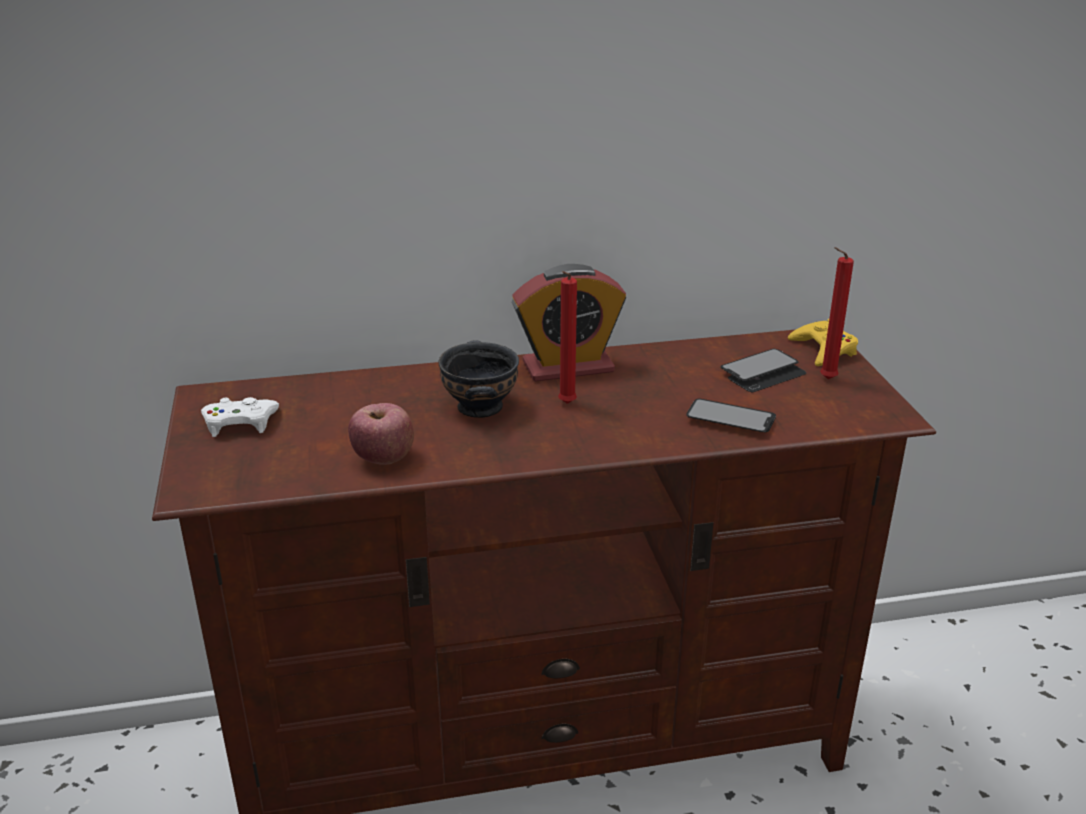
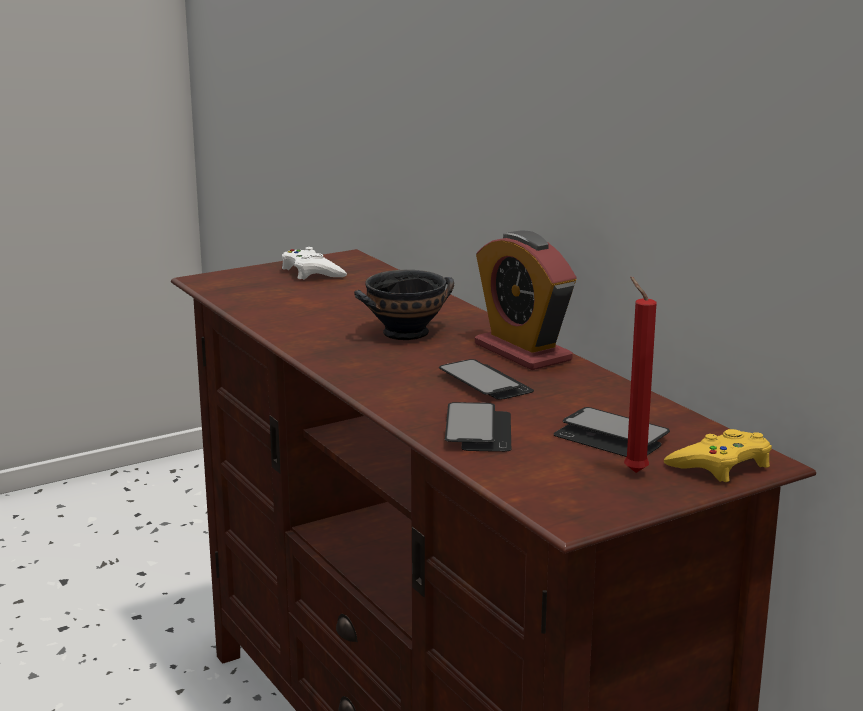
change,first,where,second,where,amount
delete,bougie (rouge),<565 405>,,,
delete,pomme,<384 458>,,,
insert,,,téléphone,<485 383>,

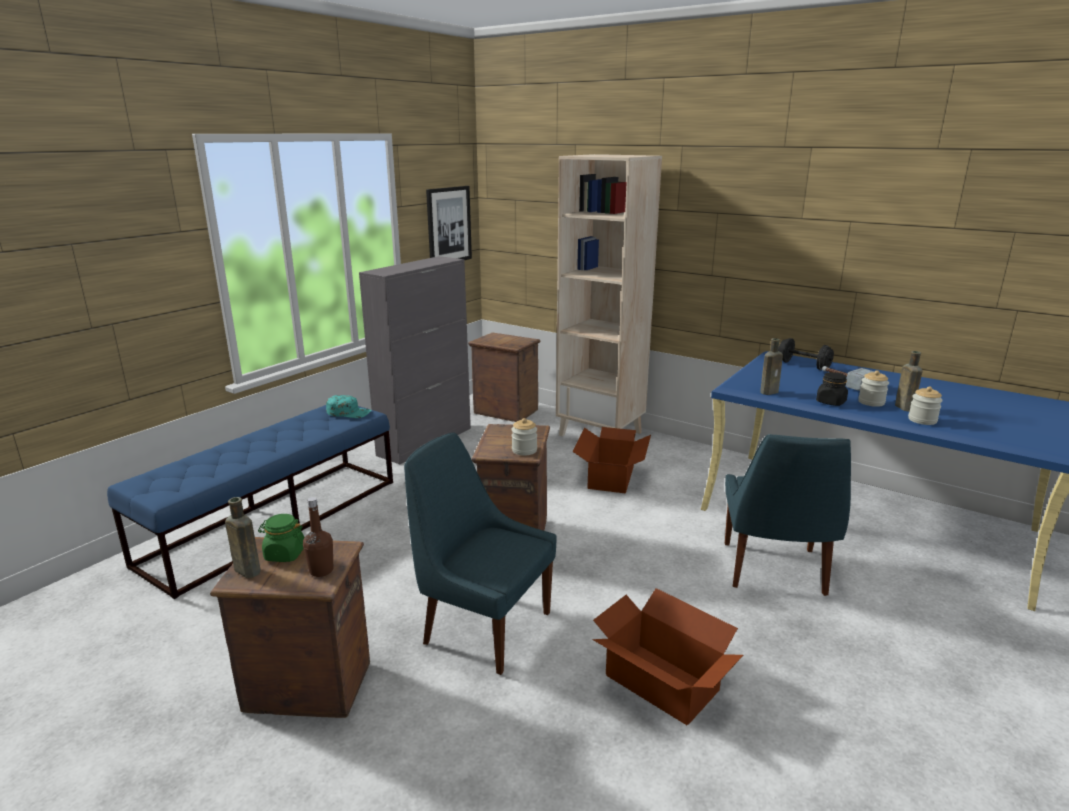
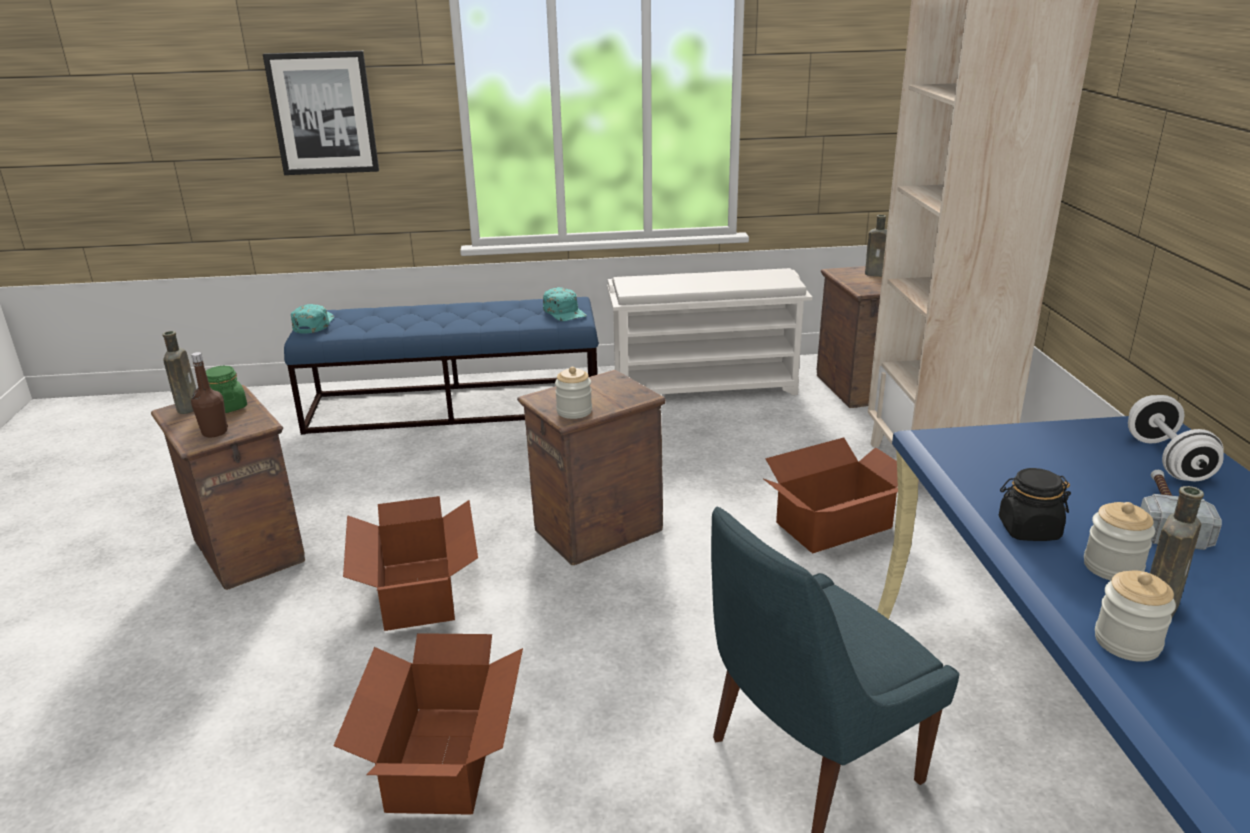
change,first,where,second,where,amount
move,tableau,<448 225>,,<323 113>,
replace,meuble de rangement (gris),<426 441>,étagère à chaussures (blanc),<706 387>,
move,bouteille (marron),<770 392>,,<877 274>,
recolor,haltère (noir),<803 365>,haltère (blanc),<1167 460>,
replace,chaise (bleu),<483 626>,carton,<419 592>,
insert,,,casquette (turquoise),<313 324>,

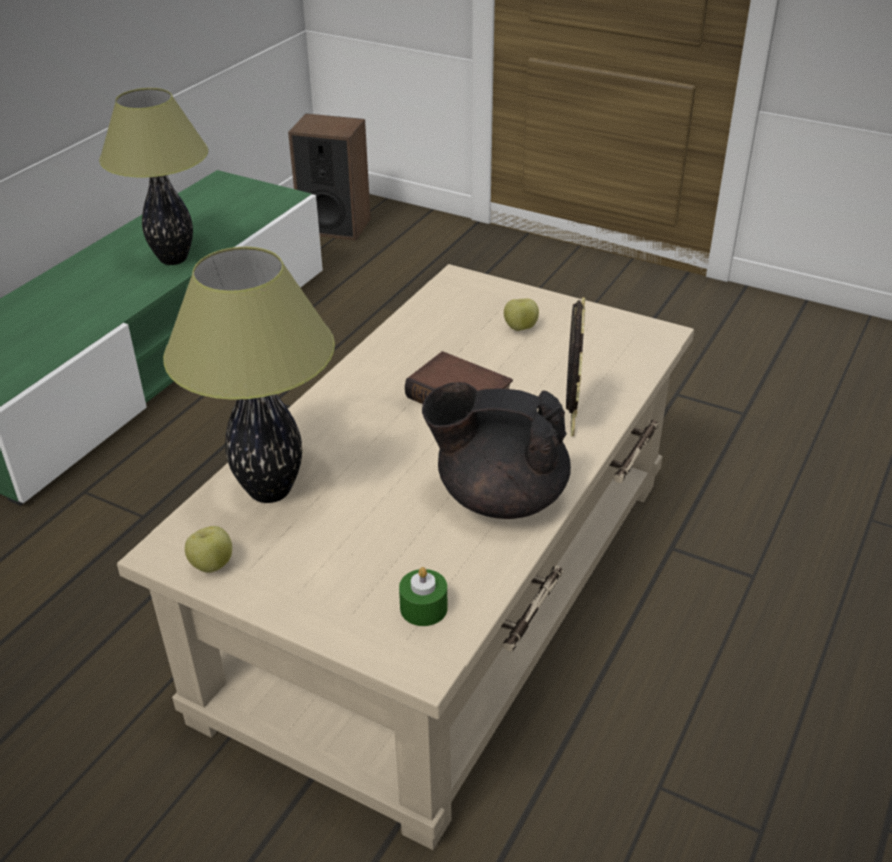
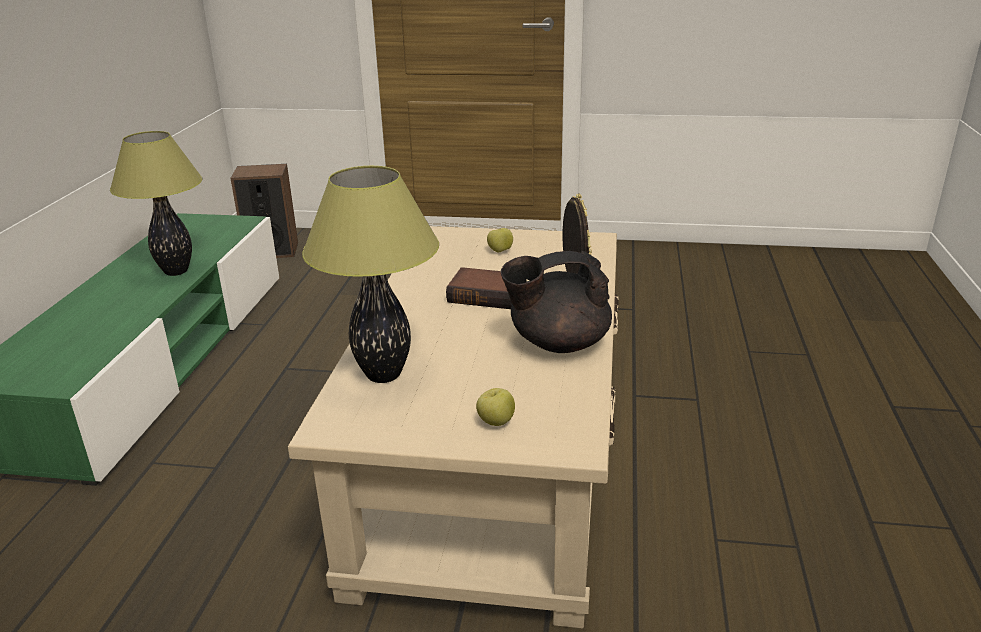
change,first,where,second,where,amount
move,pomme,<212 565>,,<495 422>,
delete,bougie (vert),<423 608>,,,

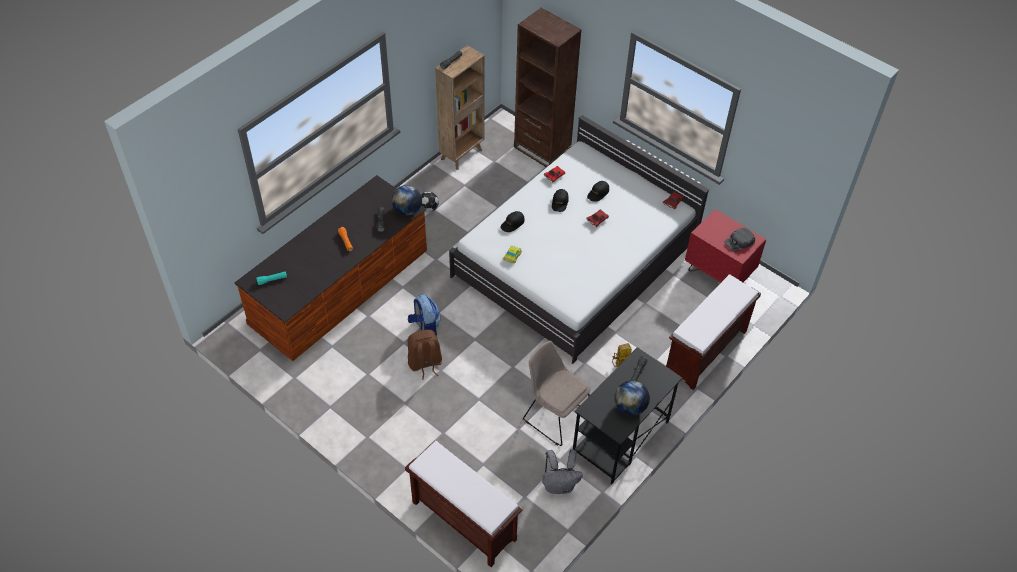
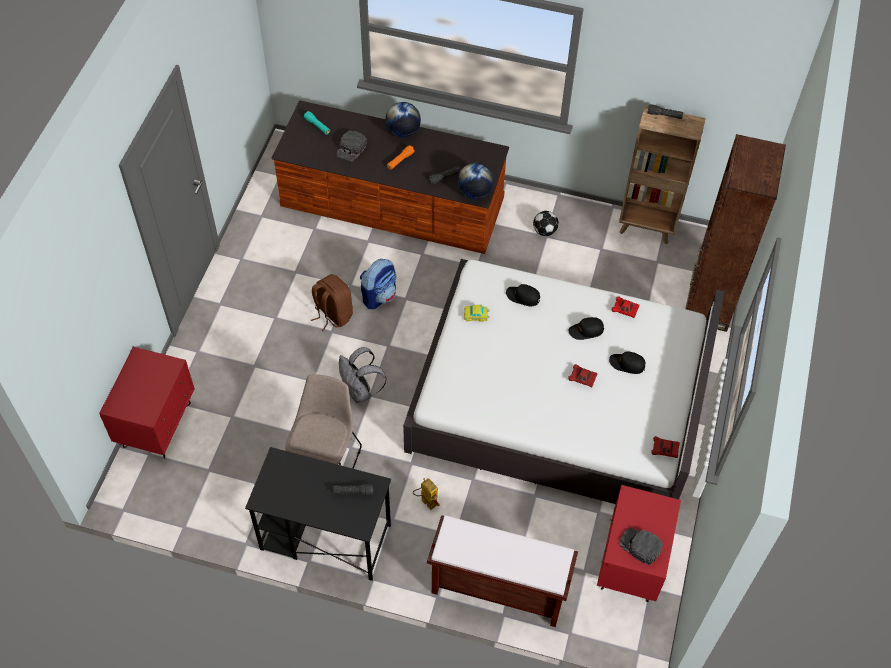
change,first,where,second,where,amount
move,globe,<630 407>,,<403 132>,
replace,banc (marron),<462 520>,table de chevet (rouge),<157 425>,
move,sac à dos (gris),<559 485>,,<360 391>,
insert,,,casquette (noir),<351 148>,

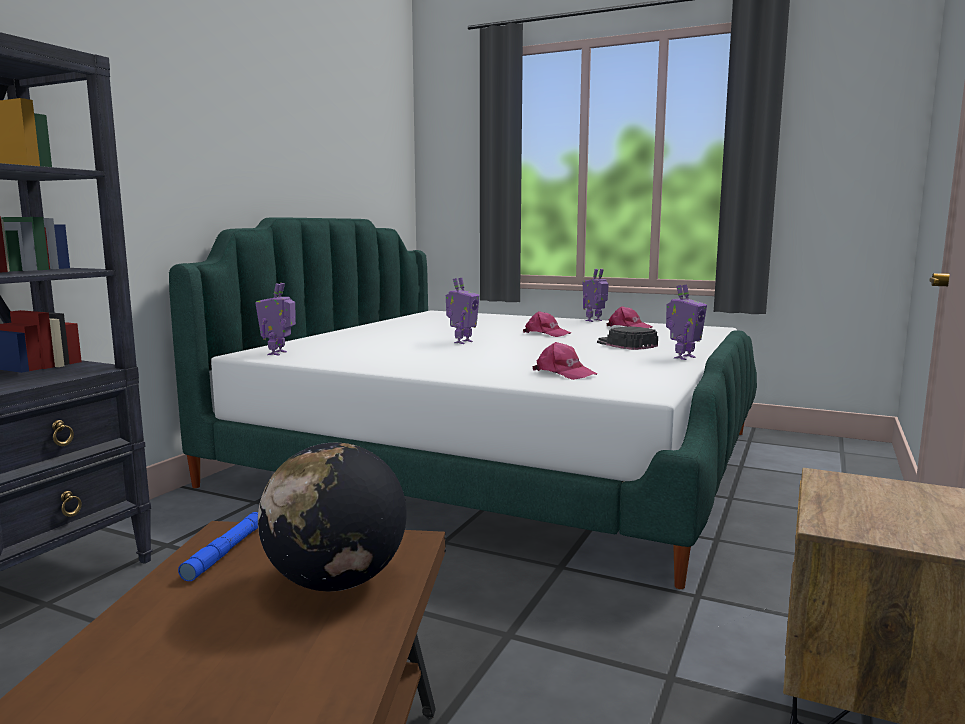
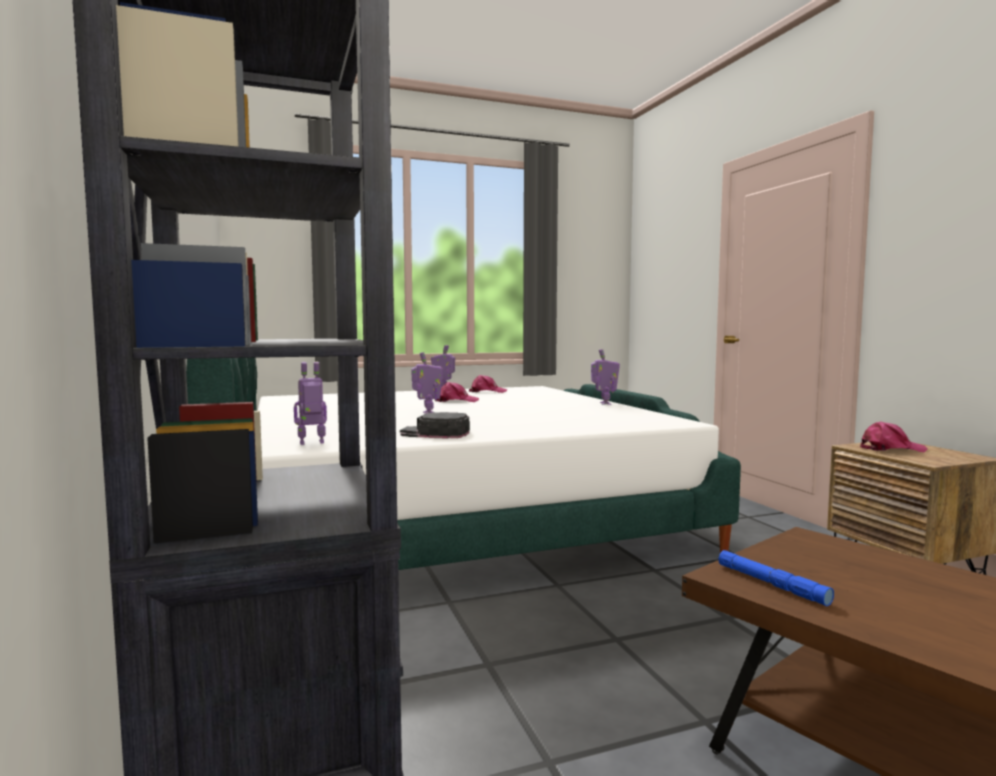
change,first,where,second,where,amount
rotate,robot jouet,<278 353>,,<312 443>,105 degrees clockwise
move,casquette (noir),<626 344>,,<435 433>,
move,casquette (rose),<564 373>,,<890 449>,
delete,globe,<335 582>,,,

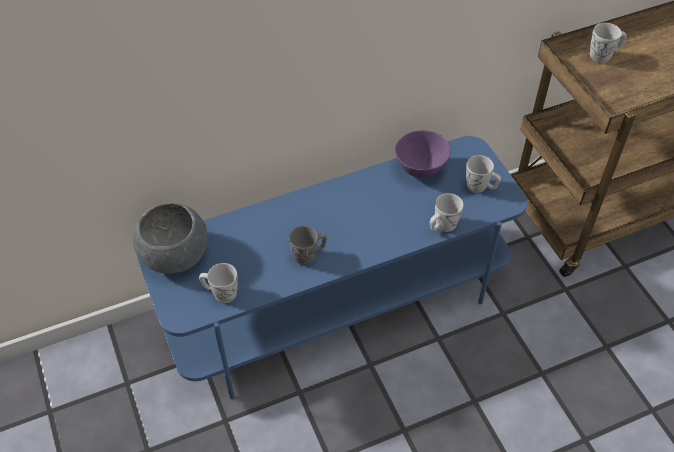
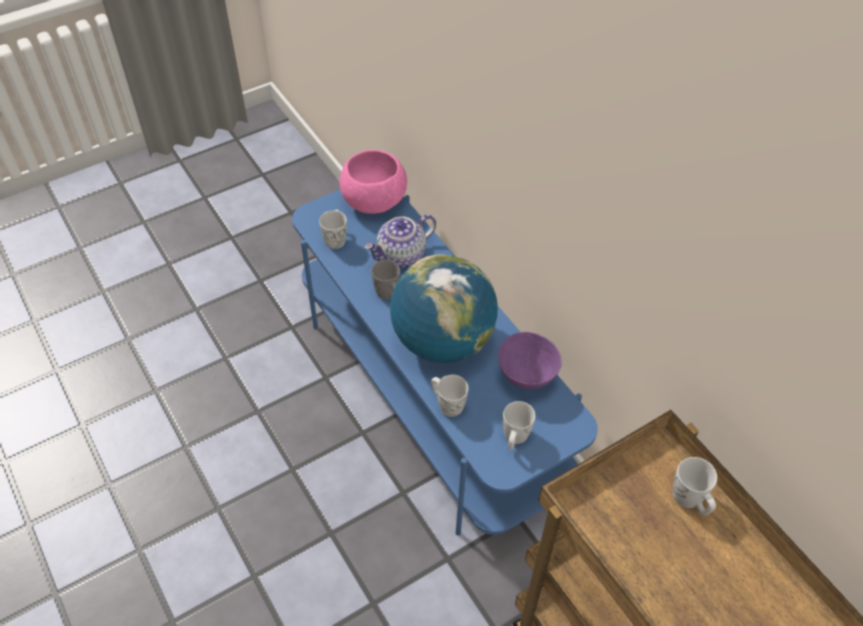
change,first,where,second,where,amount
recolor,bol (gris),<174 255>,bol (rose),<374 200>,
insert,,,théière,<401 255>,
insert,,,globe,<442 341>,

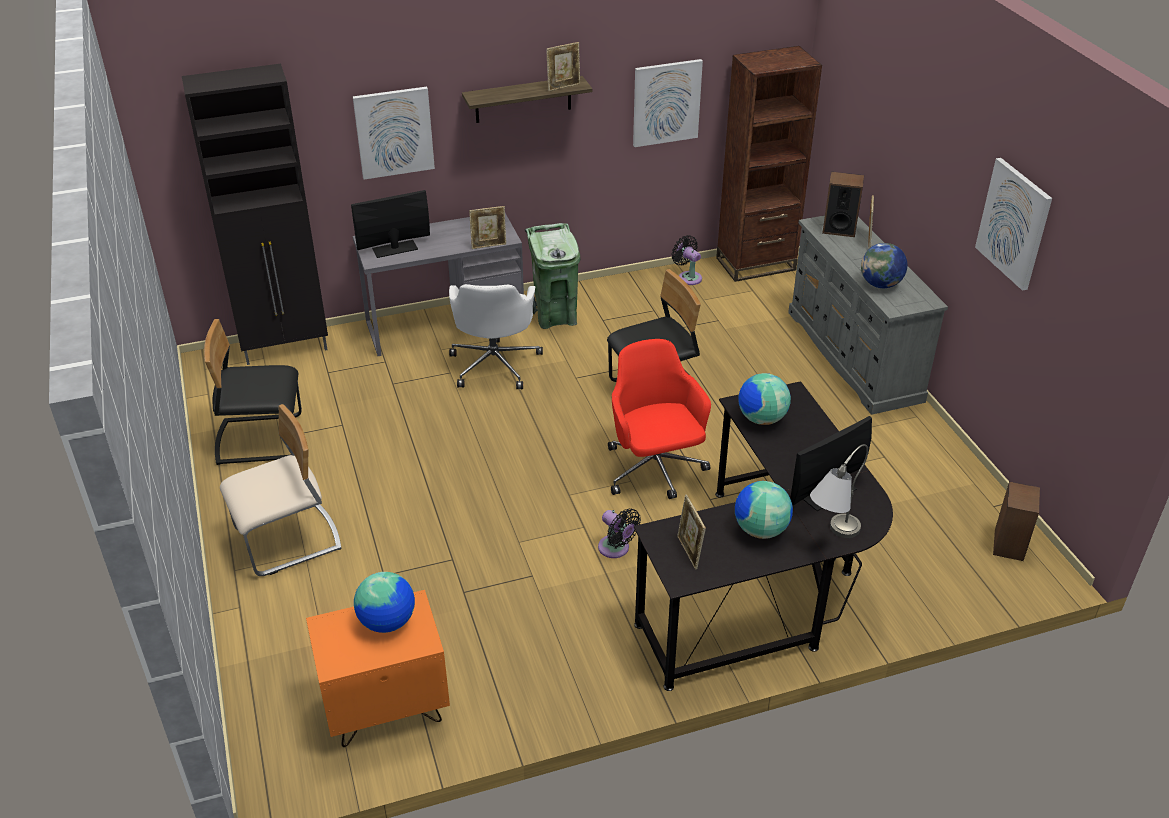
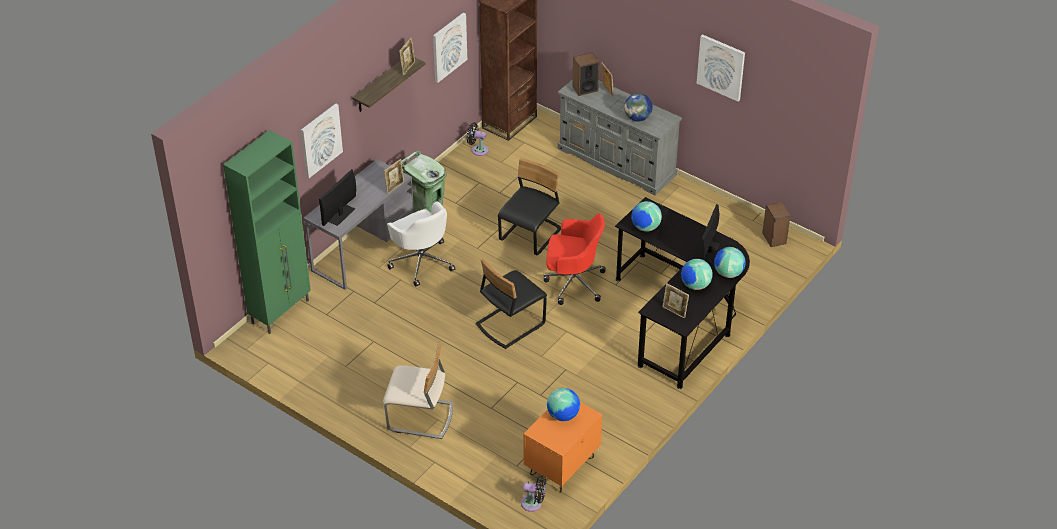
change,first,where,second,where,amount
recolor,meuble de rangement (noir),<286 348>,meuble de rangement (vert),<281 311>,
move,chaise (noir),<260 439>,,<510 324>,
rotate,chaise de bureau (rouge),<654 470>,,<573 282>,150 degrees clockwise
rotate,chaise (beige),<288 541>,,<420 418>,75 degrees clockwise
replace,lampe de table (gris),<831 537>,globe,<728 273>,
move,ventilateur (noir),<616 549>,,<533 503>,

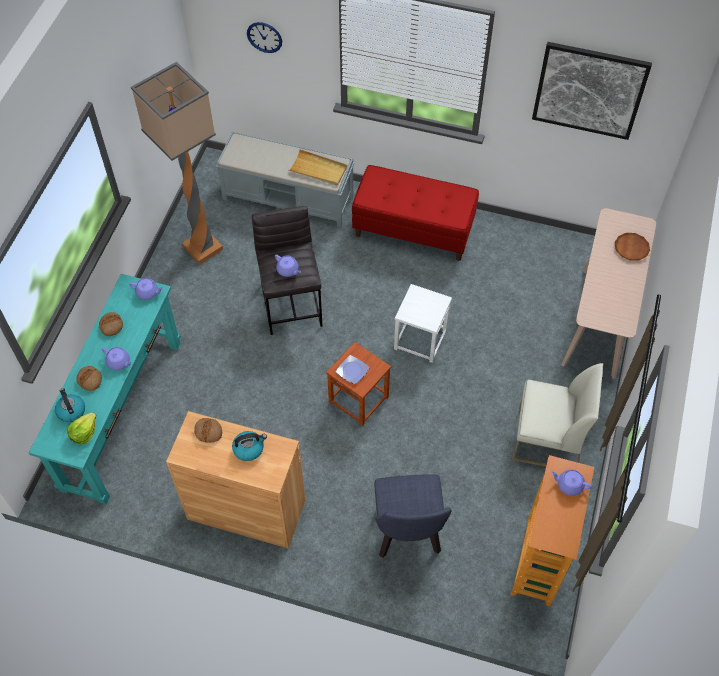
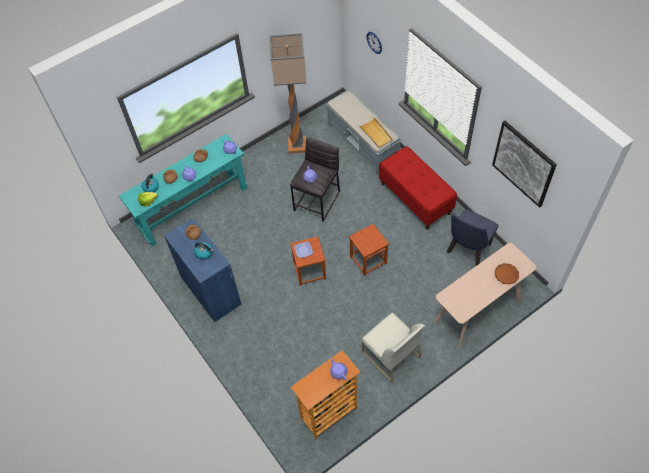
change,first,where,second,where,amount
recolor,tabouret (blanc),<420 339>,tabouret (marron),<368 259>,
recolor,meuble de rangement (marron),<246 509>,meuble de rangement (bleu),<210 290>,
move,chaise (bleu),<408 535>,,<467 251>,

